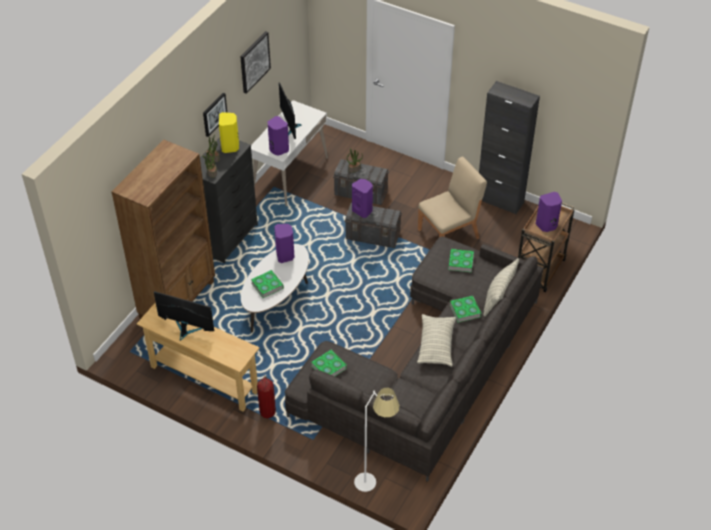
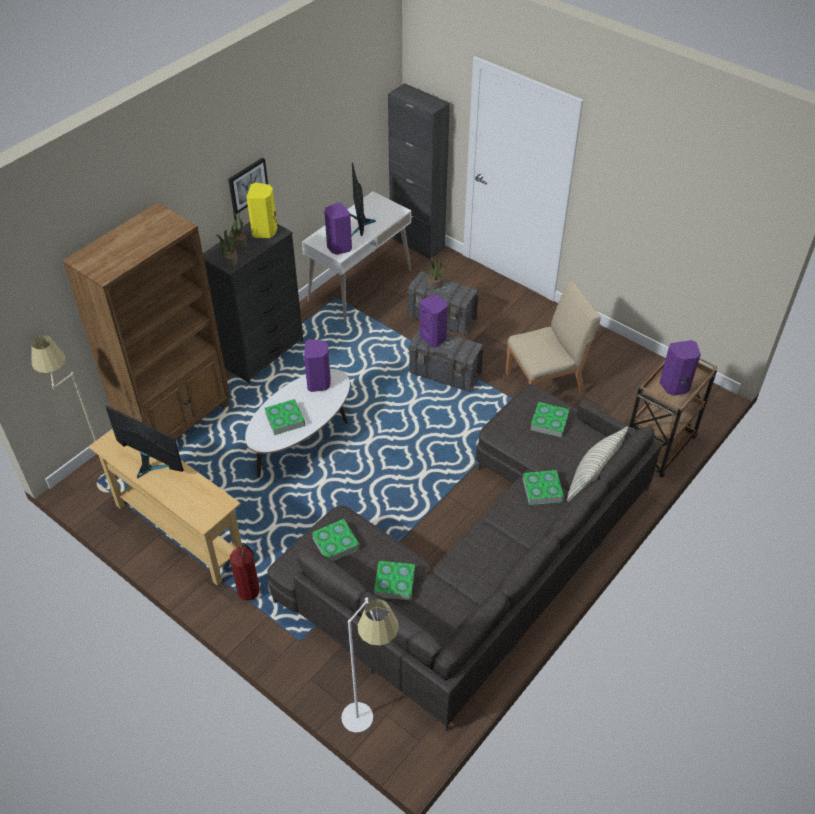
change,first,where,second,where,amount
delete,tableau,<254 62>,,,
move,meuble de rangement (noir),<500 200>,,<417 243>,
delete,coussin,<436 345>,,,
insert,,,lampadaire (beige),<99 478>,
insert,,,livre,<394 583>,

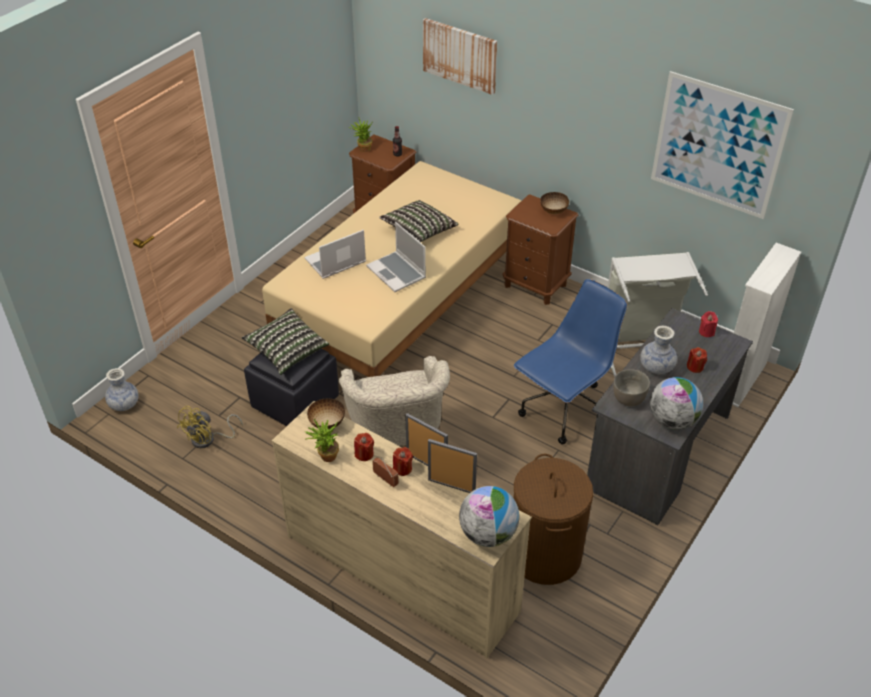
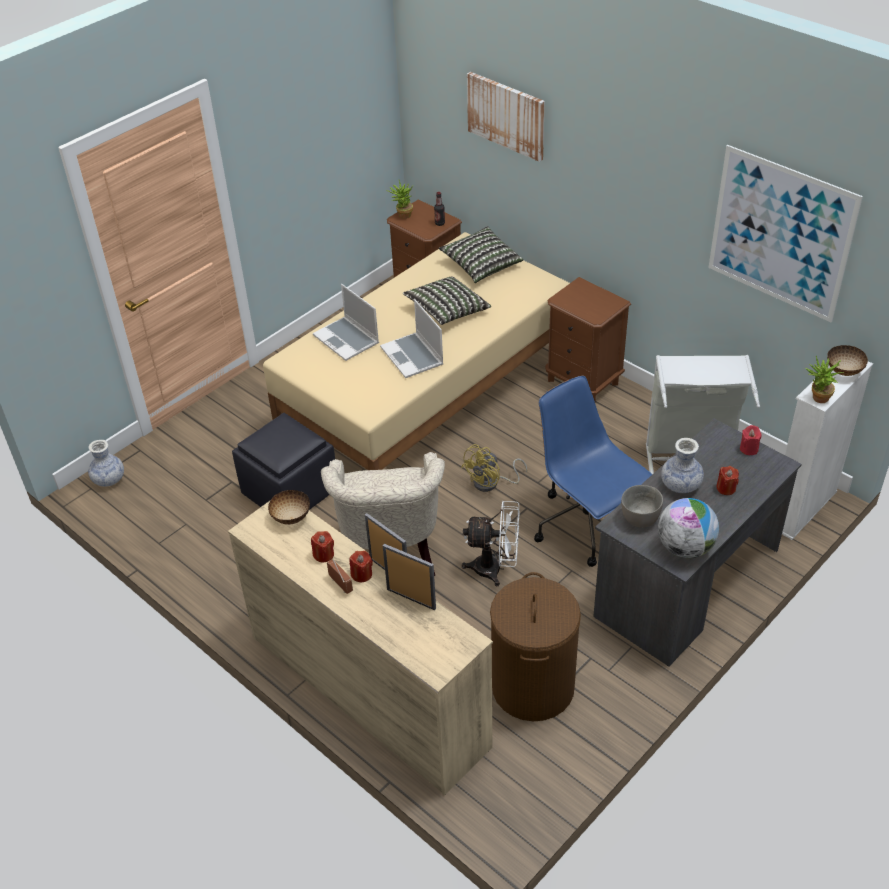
change,first,where,second,where,amount
move,bol,<553 211>,,<843 371>,
rotate,ordinateur portable,<335 262>,,<347 340>,105 degrees counterclockwise
rotate,chaise de bureau (bleu),<564 411>,,<587 527>,90 degrees counterclockwise
move,coussin,<287 350>,,<481 265>,
move,ventilateur (jaune),<208 439>,,<491 483>,
move,plante en pot,<325 457>,,<817 399>,
delete,globe,<488 534>,,,
insert,,,ventilateur (blanc),<495 569>,

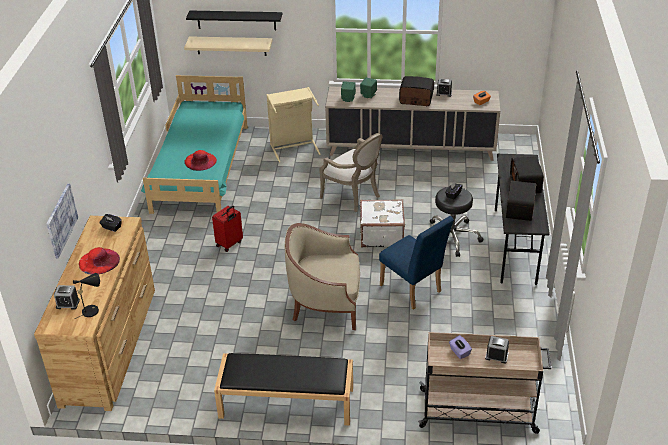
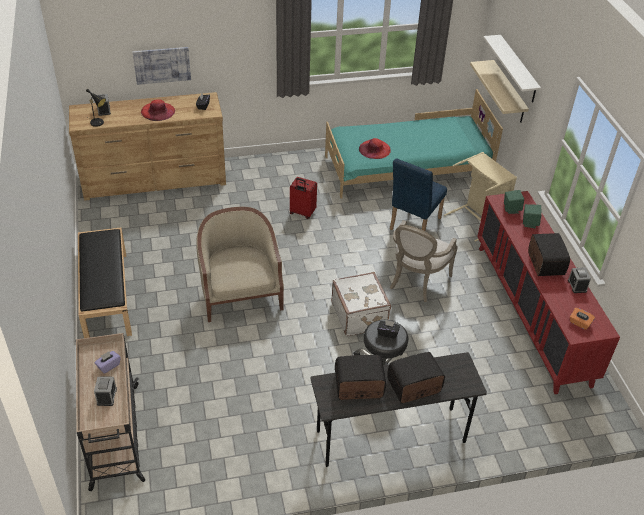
change,first,where,second,where,amount
recolor,étagère (noir),<236 20>,étagère (blanc),<518 69>,
recolor,meuble de rangement (beige),<410 149>,meuble de rangement (rouge),<531 312>,
move,chaise (bleu),<413 291>,,<413 226>,

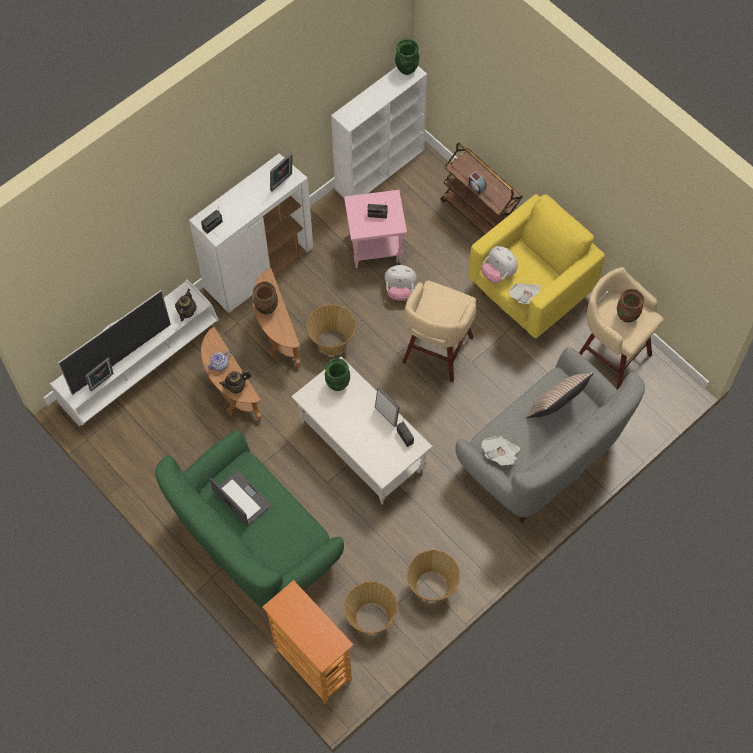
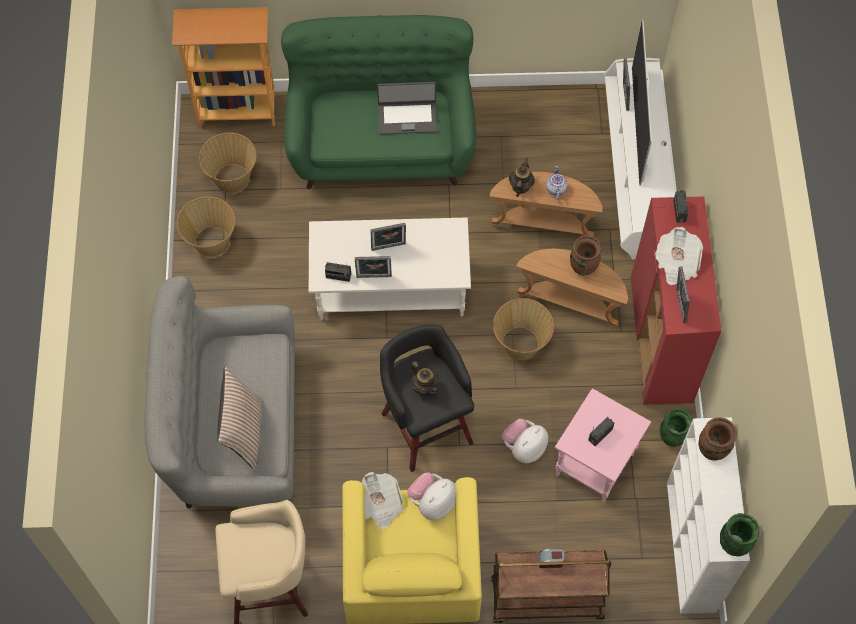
change,first,where,second,where,amount
recolor,meuble de rangement (blanc),<259 268>,meuble de rangement (rouge),<661 341>,
rotate,peluche,<498 273>,,<432 502>,45 degrees counterclockwise
recolor,tabouret (beige),<436 352>,tabouret (noir),<426 425>,
move,théière,<186 312>,,<425 387>,
move,vase (marron),<627 316>,,<711 450>,
move,vase (vert),<337 384>,,<672 437>,
move,journal,<501 454>,,<676 263>,
insert,,,cadre photo,<388 248>,

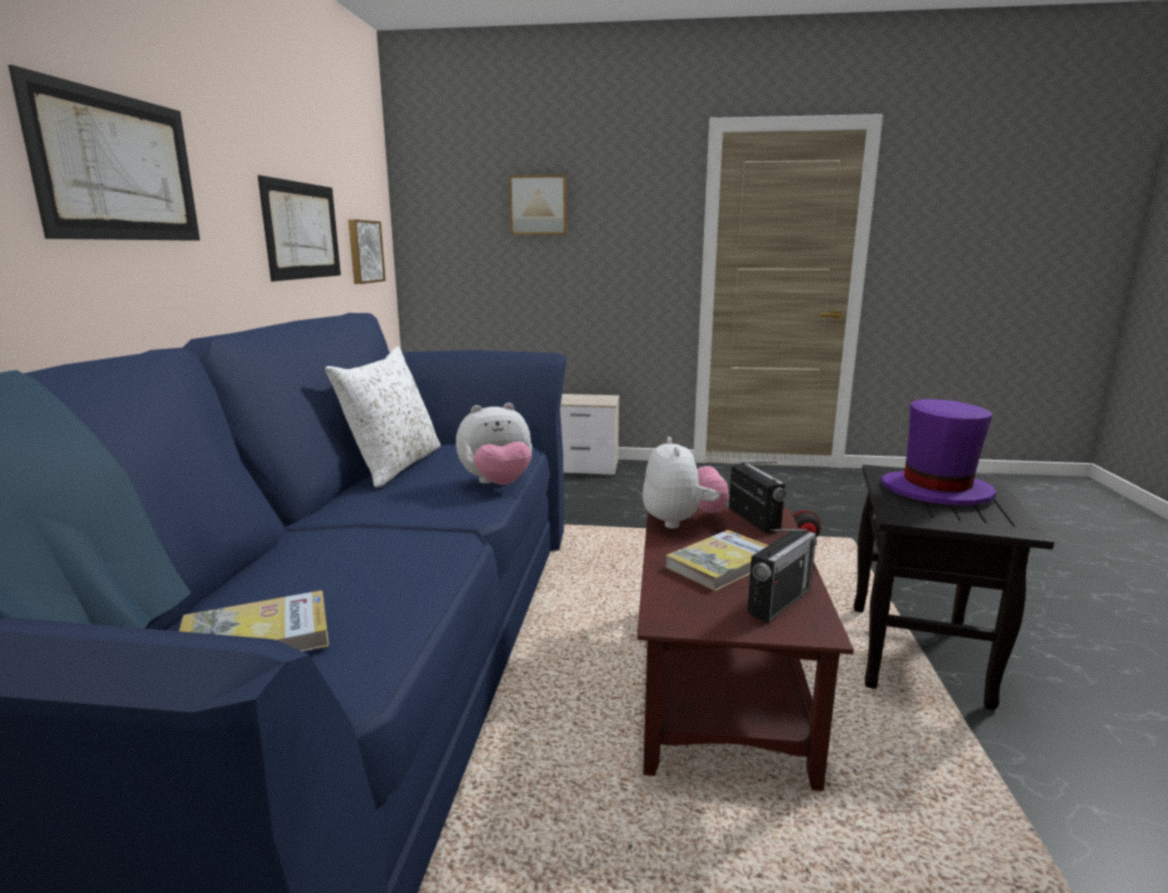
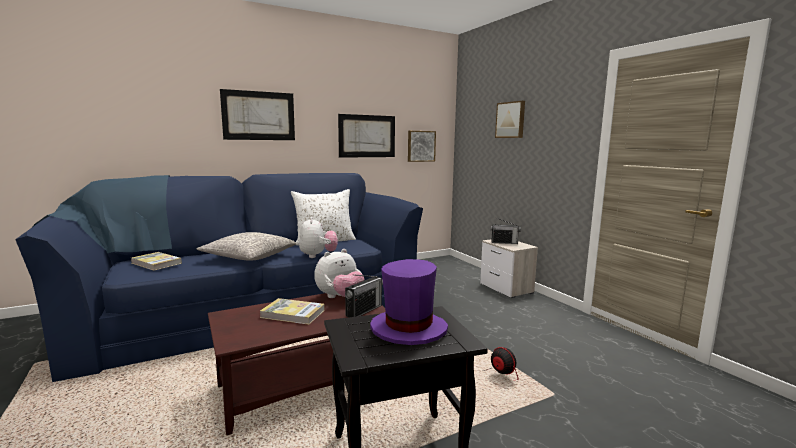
change,first,where,second,where,amount
rotate,peluche,<497 484>,,<318 256>,135 degrees counterclockwise
move,radio,<779 601>,,<504 242>,
insert,,,coussin (gris),<248 257>,

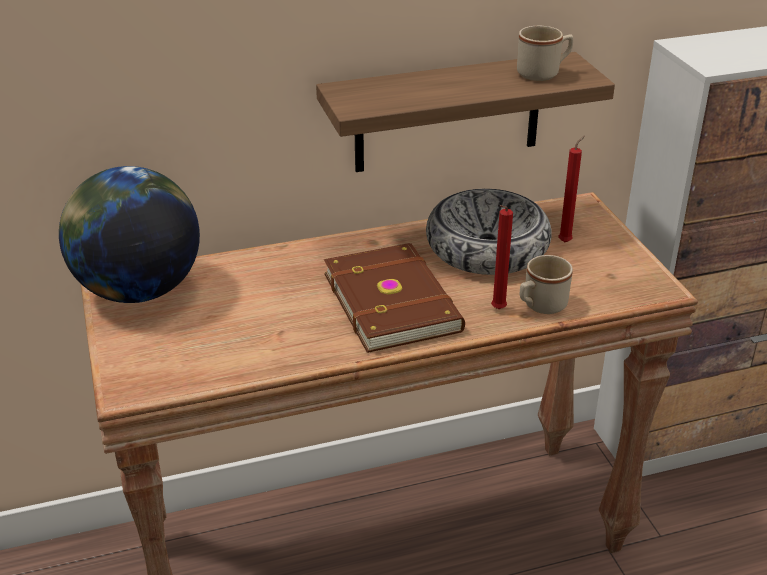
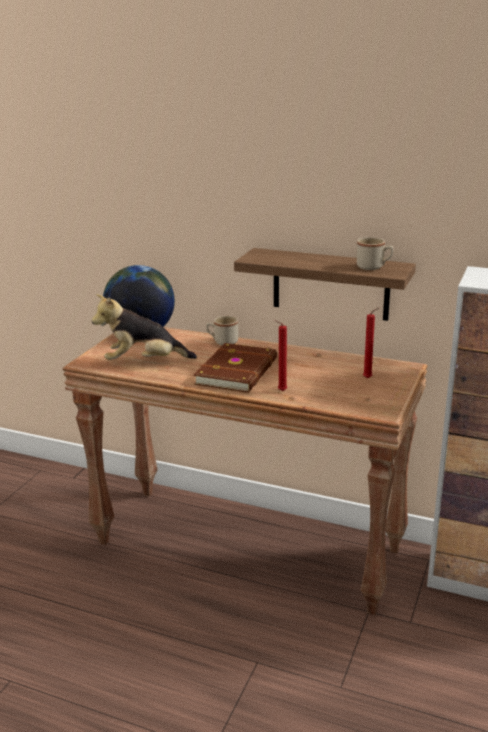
change,first,where,second,where,amount
delete,bol,<487 248>,,,
move,mug (beige),<540 306>,,<222 342>,
insert,,,peluche,<144 362>,

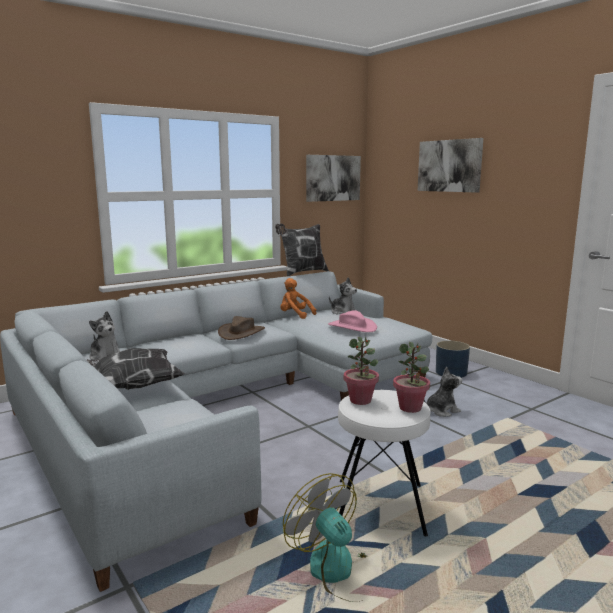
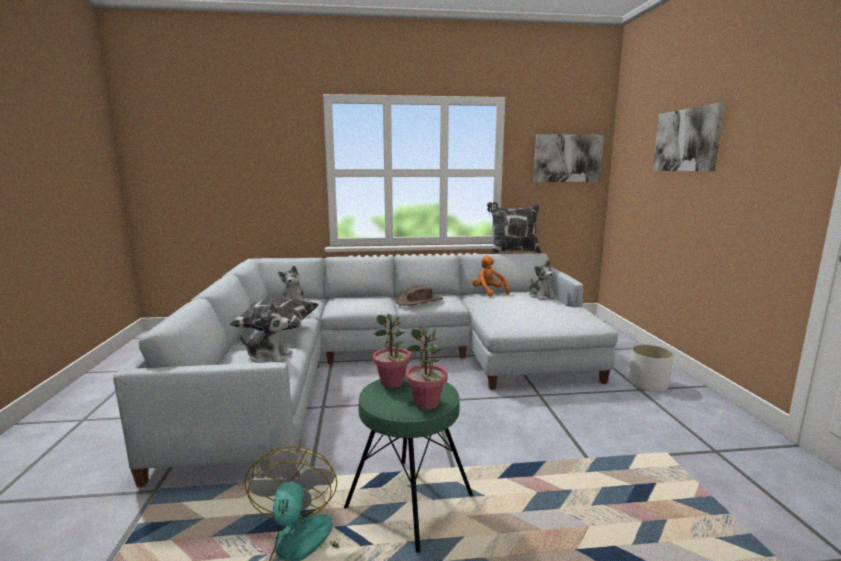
change,first,where,second,where,amount
delete,chapeau (rose),<352 327>,,,
recolor,cache-pot (bleu),<451 372>,cache-pot (blanc),<648 382>,
move,peluche,<441 411>,,<269 357>,
recolor,tabouret (blanc),<380 506>,tabouret (vert),<409 502>,

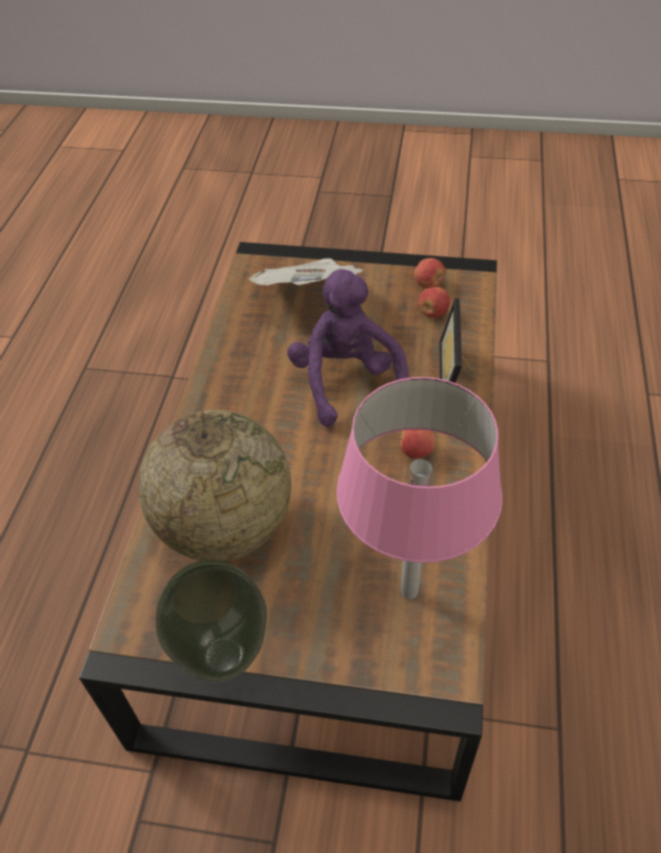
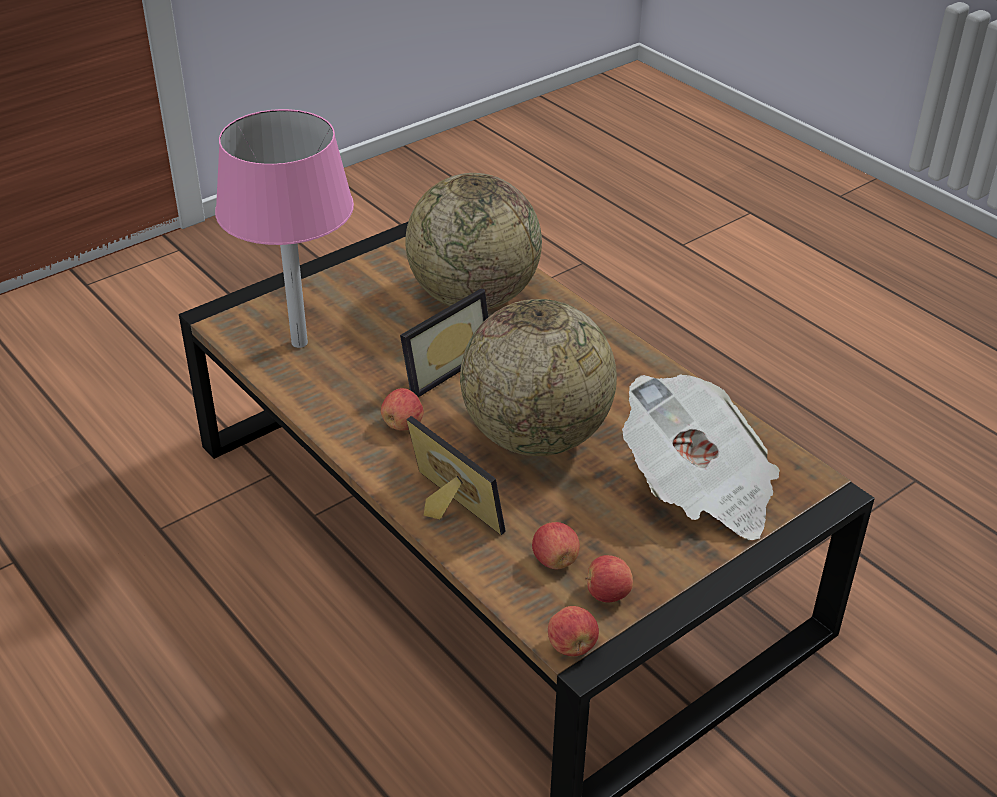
change,first,where,second,where,amount
replace,peluche (violet),<346 382>,globe,<536 436>,
delete,vase,<222 655>,,,
insert,,,cadre photo,<440 366>,
insert,,,pomme,<572 646>,

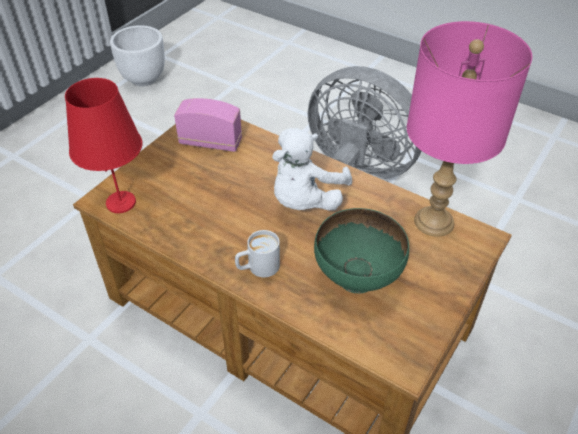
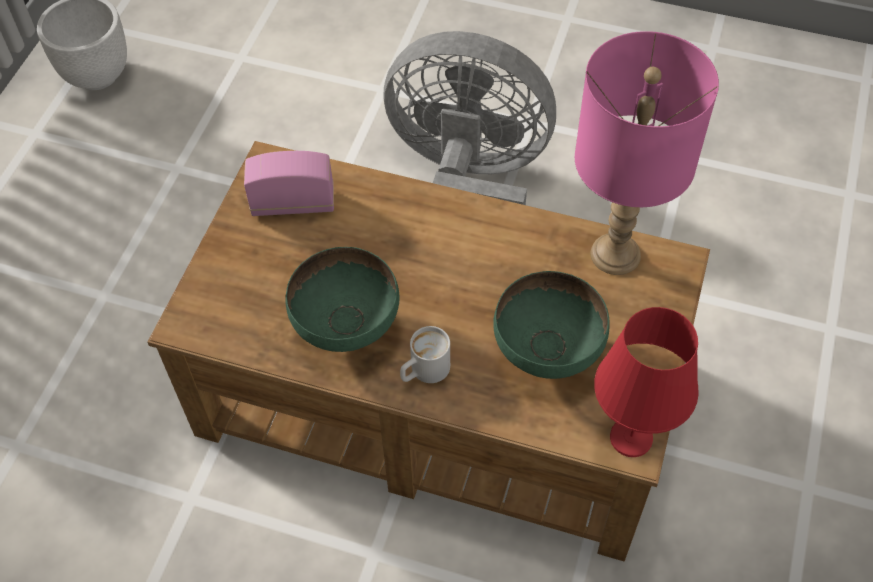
change,first,where,second,where,amount
move,lampe de table (rouge),<121 203>,,<632 438>,
delete,peluche (blanc),<305 200>,,,
insert,,,bol (vert),<347 328>,

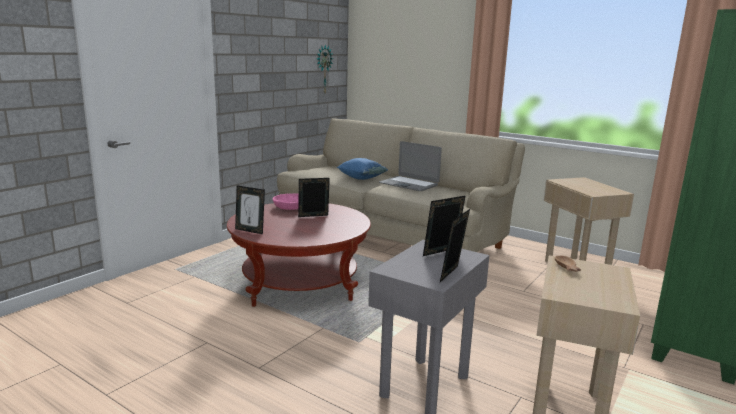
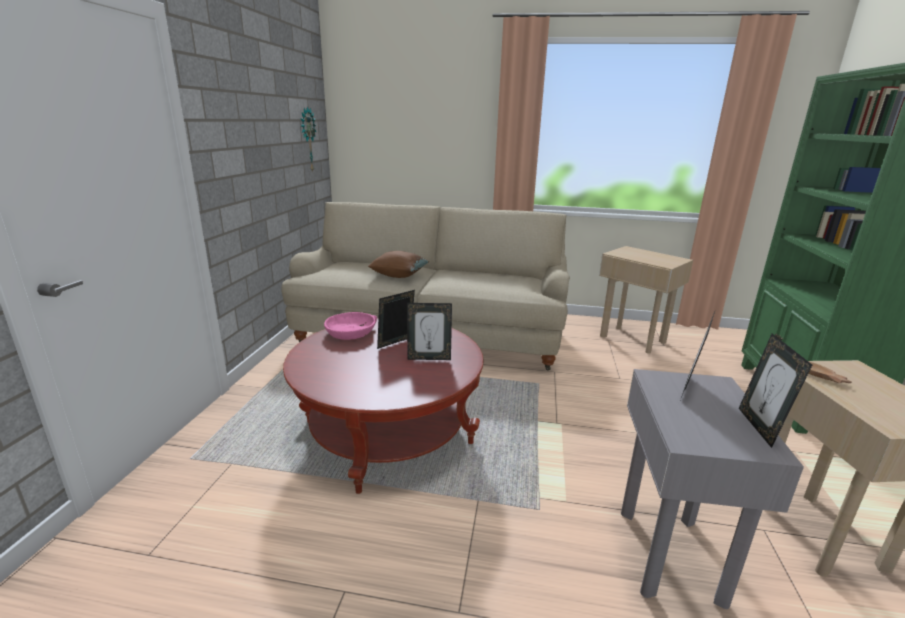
change,first,where,second,where,amount
delete,ordinateur portable,<409 184>,,,
recolor,coussin (bleu),<361 178>,coussin (marron),<399 275>,
move,cadre photo,<250 230>,,<429 358>,

